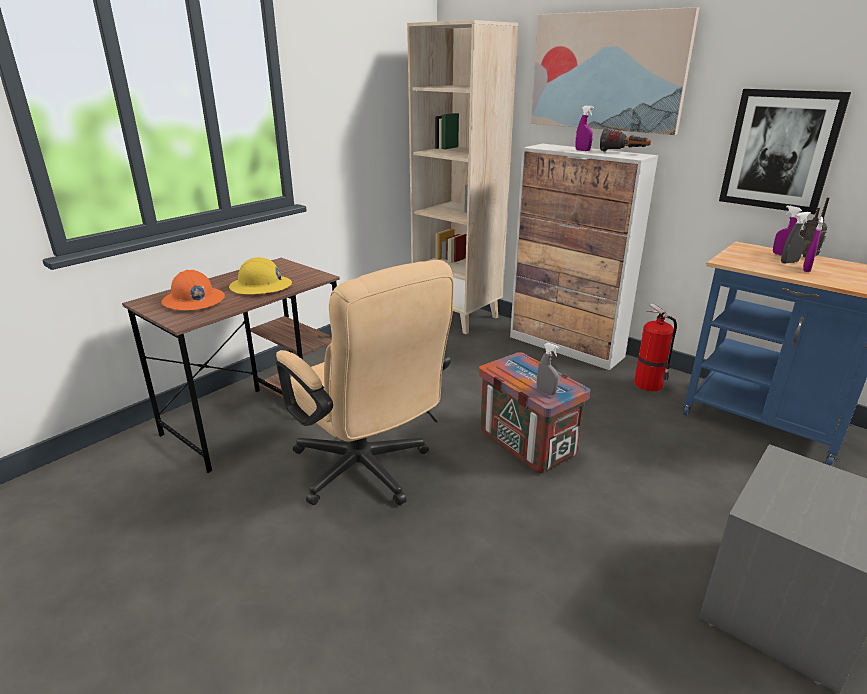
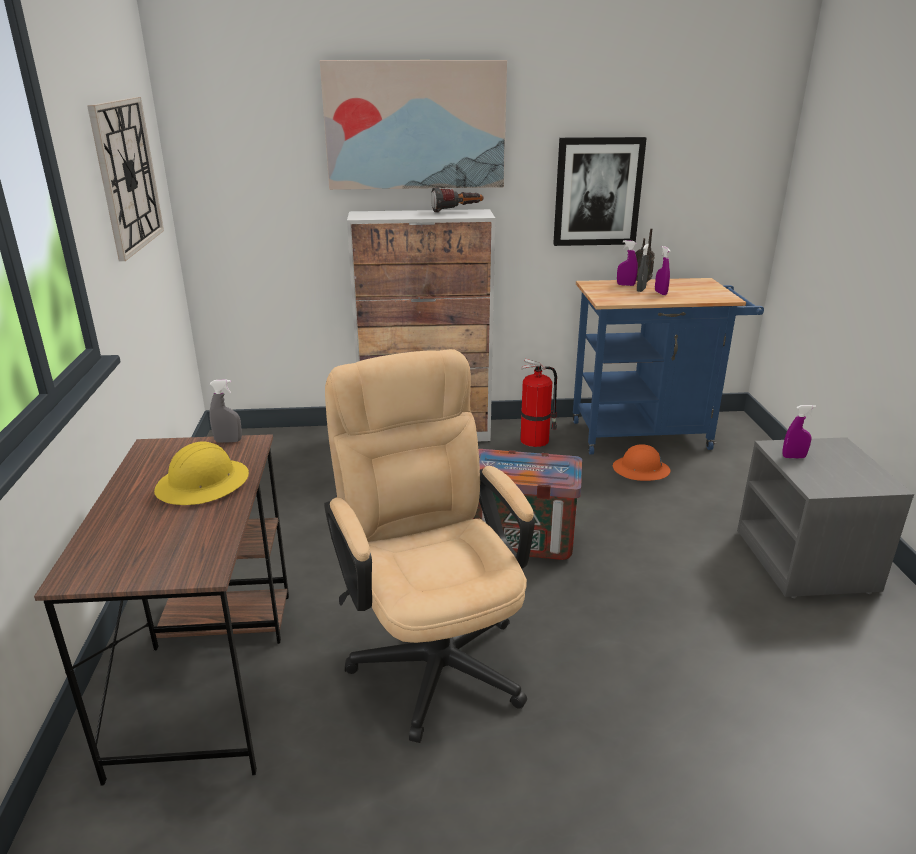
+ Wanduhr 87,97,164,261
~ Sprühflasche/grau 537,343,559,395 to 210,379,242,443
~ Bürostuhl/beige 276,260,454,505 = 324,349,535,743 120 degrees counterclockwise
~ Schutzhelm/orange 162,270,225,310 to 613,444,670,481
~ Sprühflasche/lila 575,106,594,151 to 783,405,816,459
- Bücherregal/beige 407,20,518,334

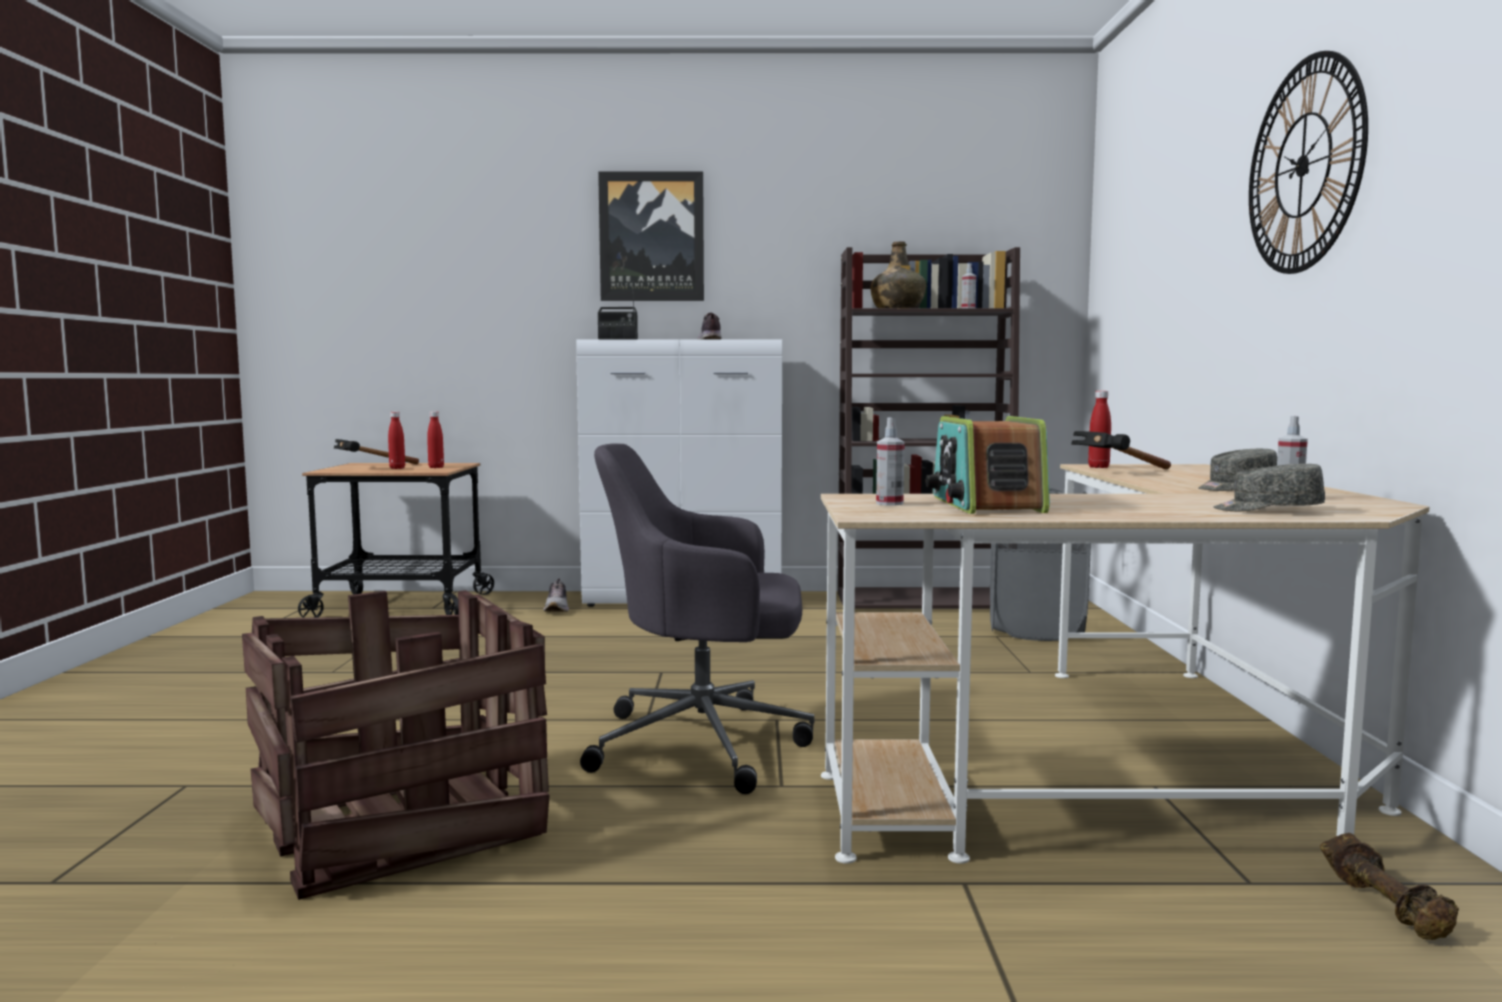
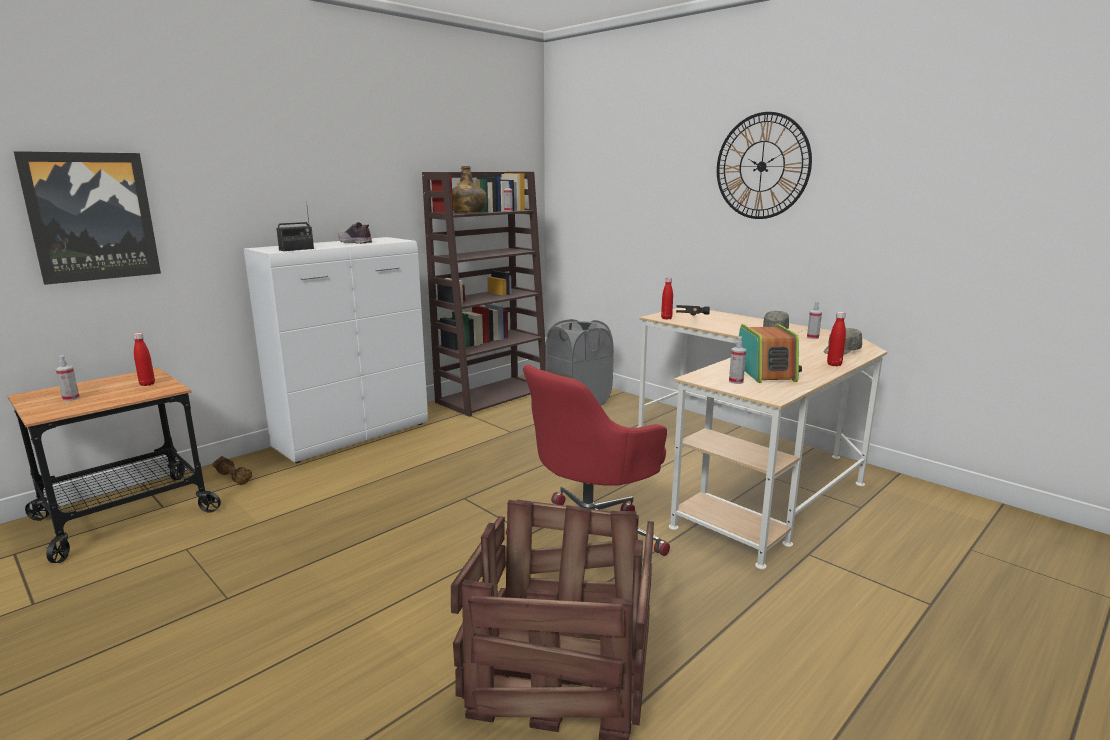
~ Bild 598,171,704,301 to 13,151,161,285
~ Hammer 334,439,419,464 to Sprühflasche 56,355,80,401
~ Hantel/braun 1320,833,1459,940 to 212,456,252,485
~ Bürostuhl/grau 580,443,814,794 to Bürostuhl/rot 506,365,670,556
~ Radio 926,416,1050,514 = 739,324,802,383 135 degrees counterclockwise
~ Flasche/rot 388,412,405,469 to 827,312,846,366
- Schuh 544,579,569,612

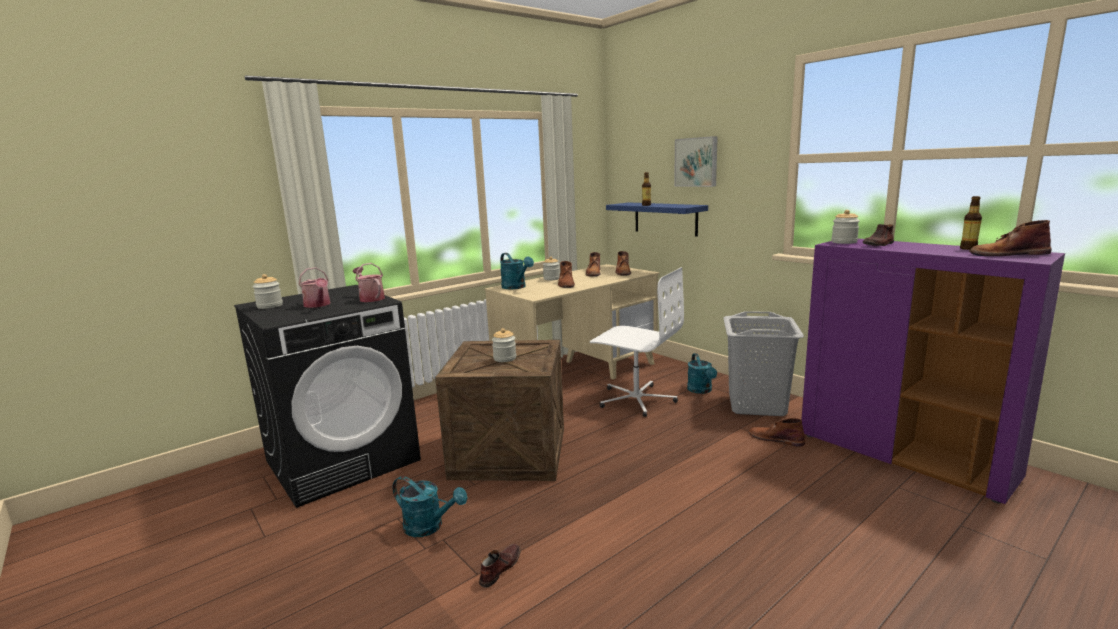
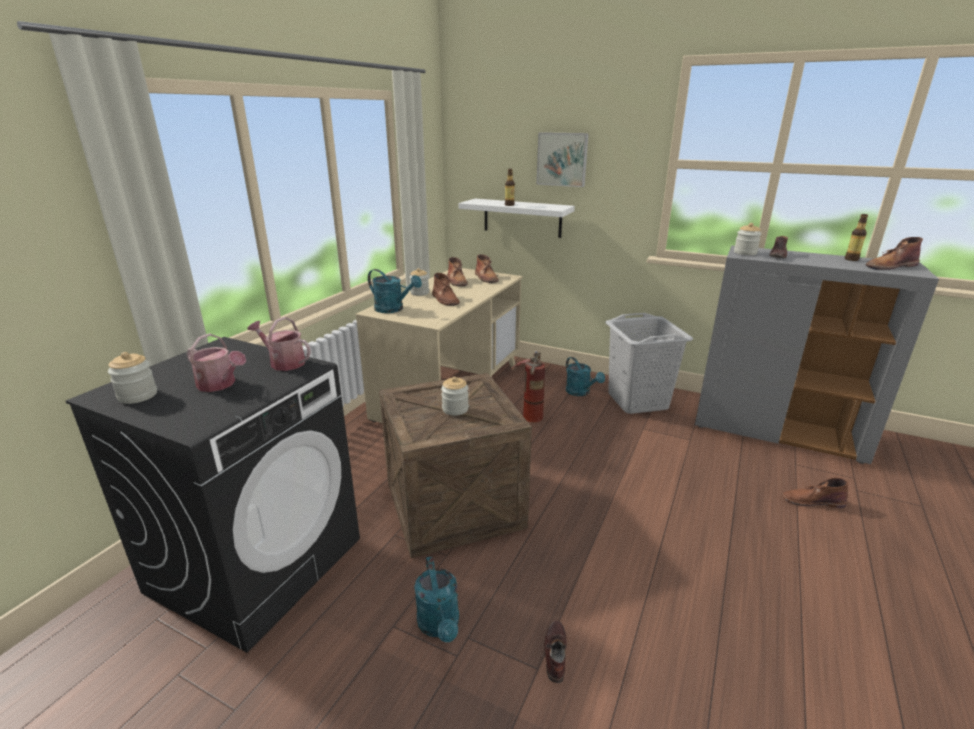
~ Gießkanne/türkis 393,476,467,537 = 414,556,459,642 75 degrees clockwise
~ Wandregal/blau 606,202,708,237 to Wandregal/weiß 458,199,575,238
~ Bürostuhl/weiß 590,267,684,417 to Feuerlöscher 511,351,545,422
~ Schrank/lila 801,239,1065,504 to Schrank/grau 695,245,939,464
~ Stiefel/braun 748,418,805,447 to 782,478,849,508

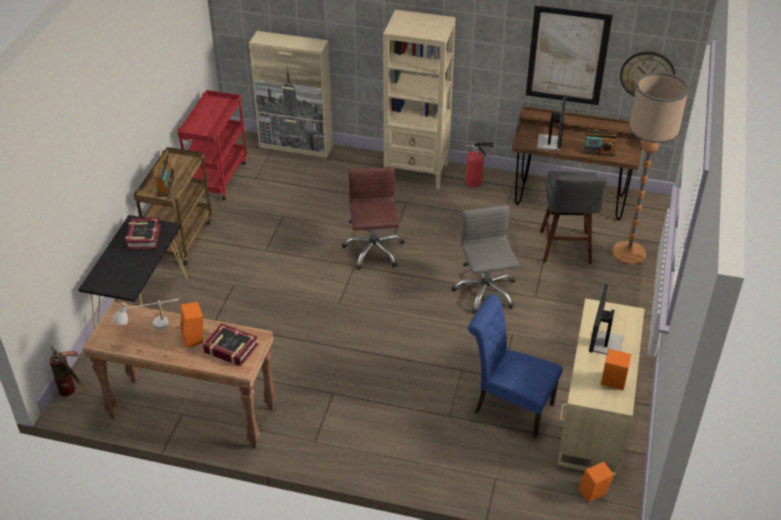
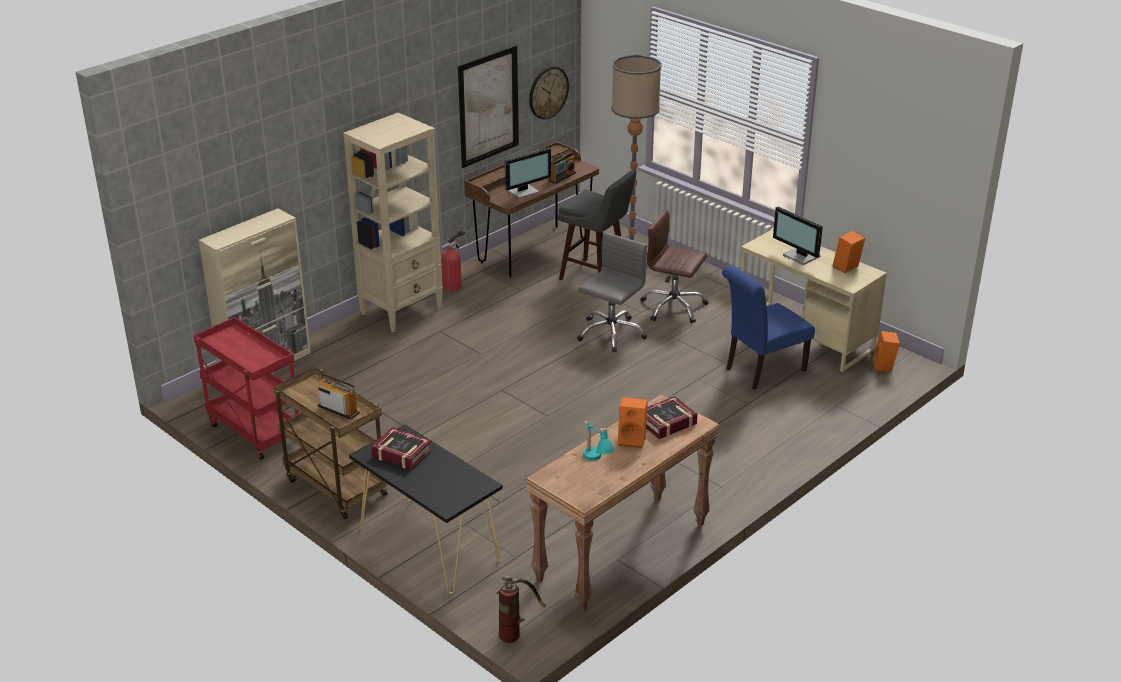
~ Monitor 537,95,567,151 = 505,148,551,199 105 degrees clockwise
~ Bürostuhl/grau 452,205,519,314 = 577,232,647,353 105 degrees clockwise
~ Tischlampe/weiß 112,299,179,329 to Tischlampe/türkis 583,421,614,461
~ Bürostuhl/braun 342,167,405,270 to 640,209,708,323

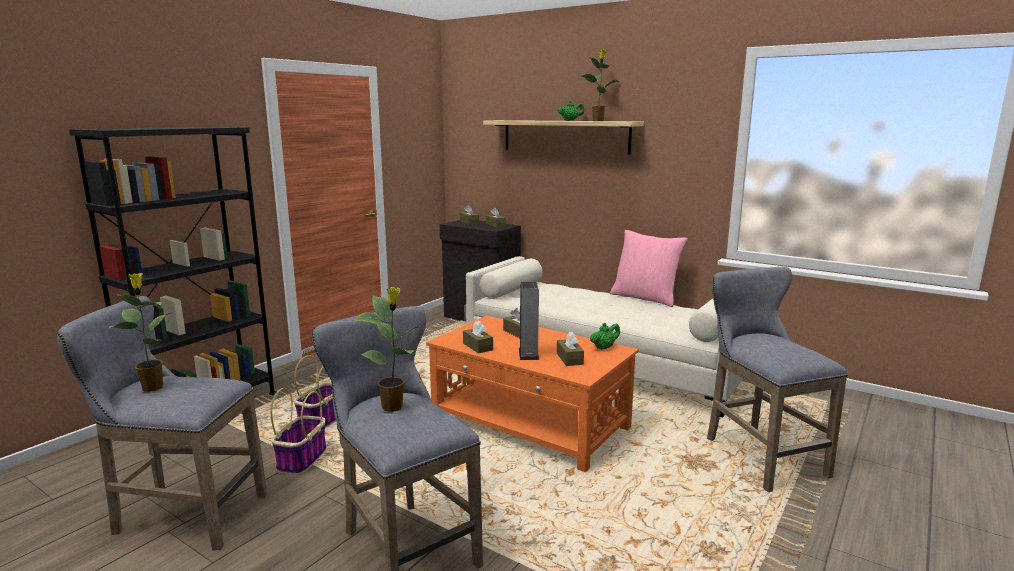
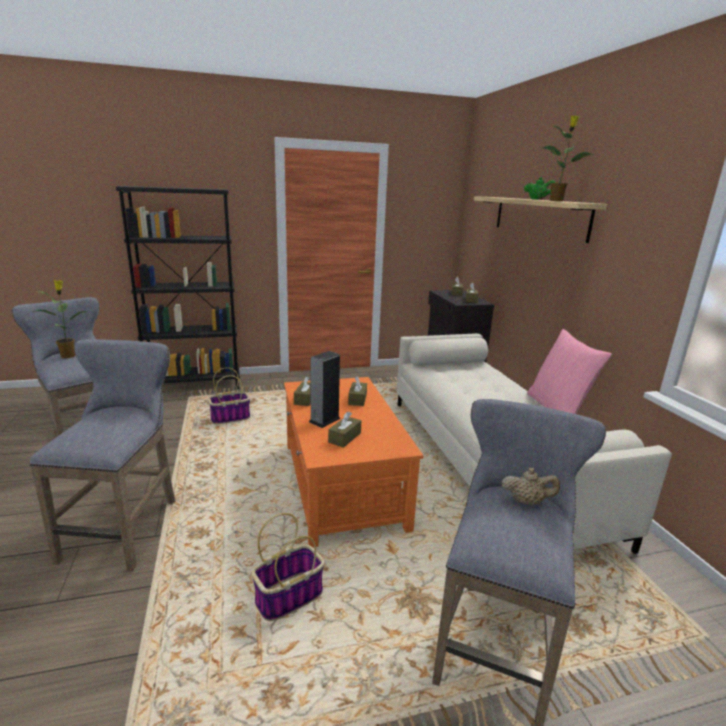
~ Korb 270,388,327,475 to 252,513,325,621
+ Teekanne/beige 502,468,560,505
- Topfpflanze 352,287,419,412
- Teekanne/grün 590,323,620,350

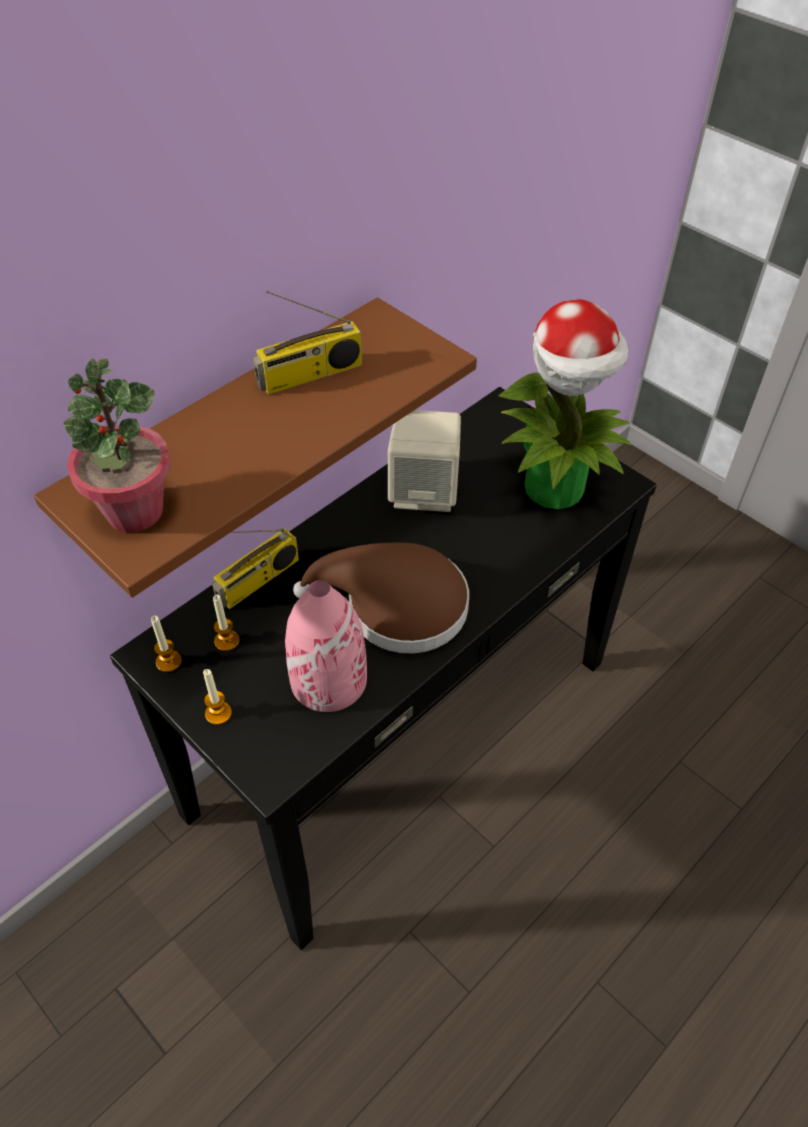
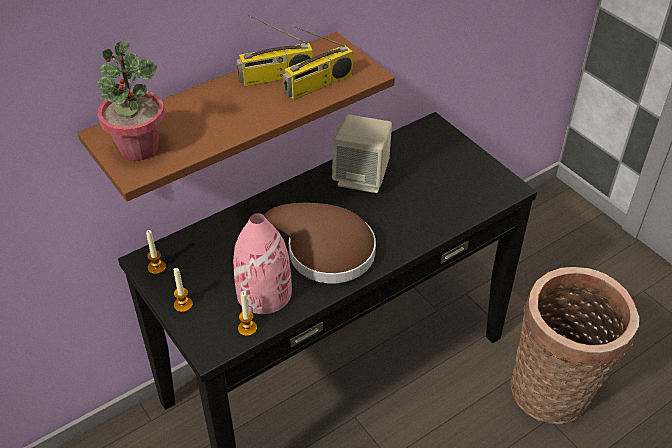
~ Kerze 213,594,239,651 to 238,291,257,336
~ Radio 212,528,299,609 to 283,26,353,100
+ Korb 510,267,639,424
- Topfpflanze 498,299,631,509

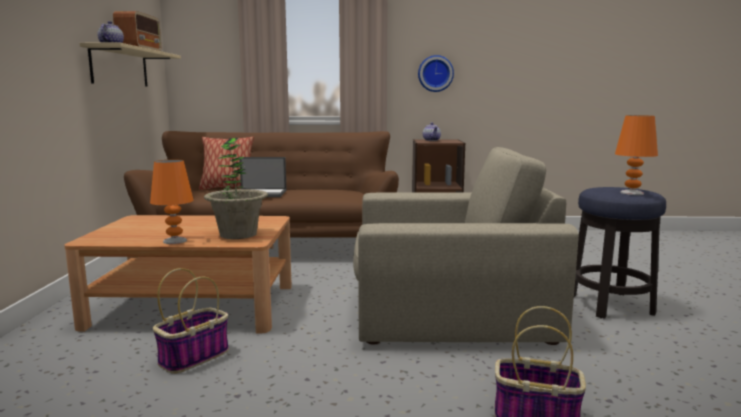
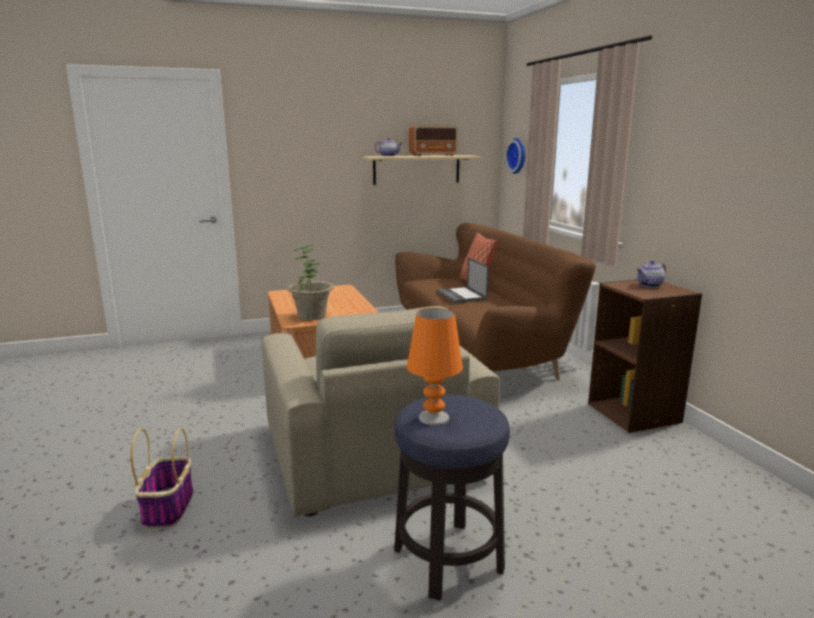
~ Wanduhr 418,55,454,92 to 505,138,525,174
- Tischlampe/orange 150,160,193,244
- Korb 153,268,229,374

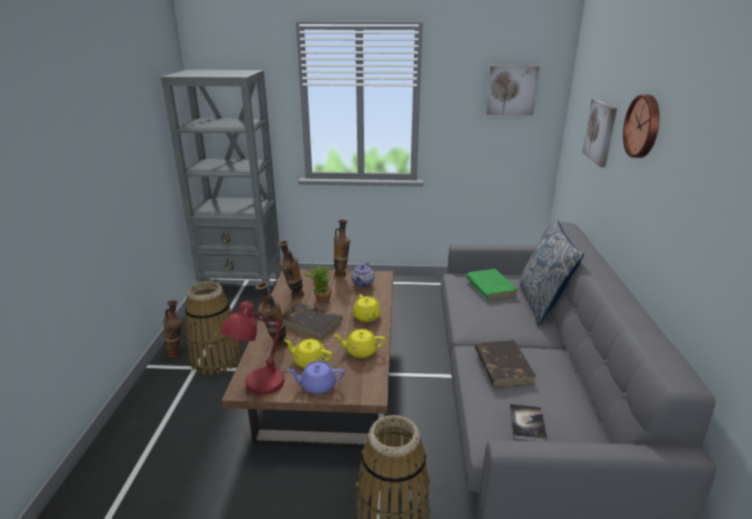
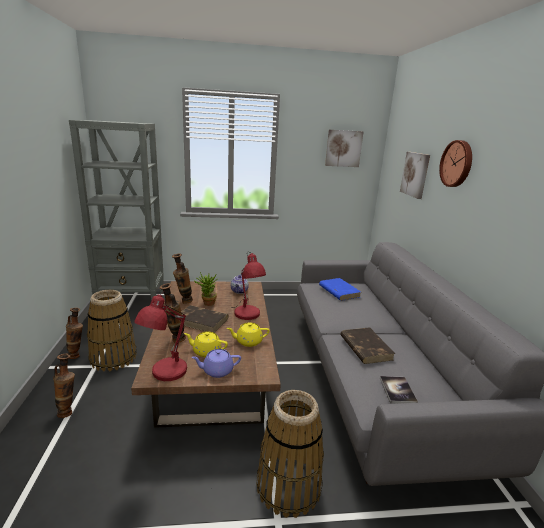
~ Vase 334,220,350,277 to 53,354,75,418
~ Teekanne/gelb 353,294,381,322 to Tischlampe/rot 232,253,266,320
~ Buch/grün 466,269,518,301 to Buch/blau 319,278,361,301
- Kissen 519,220,584,326

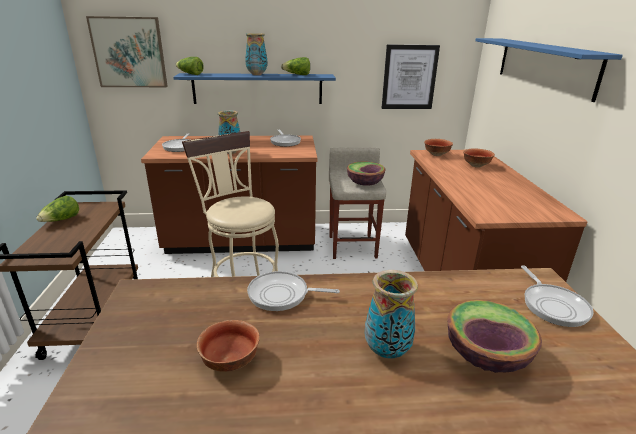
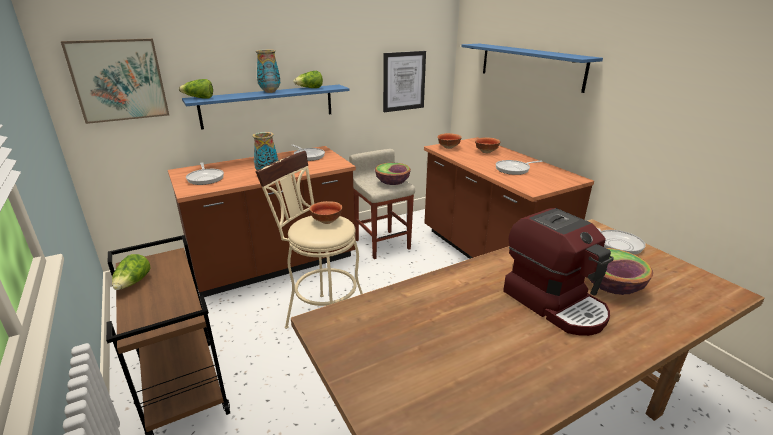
~ Schüssel 197,320,260,372 to 310,201,342,224
~ Pfanne 247,271,340,311 to 496,160,542,175
~ Vase 365,270,418,359 to Kaffeemaschine 503,208,614,336

